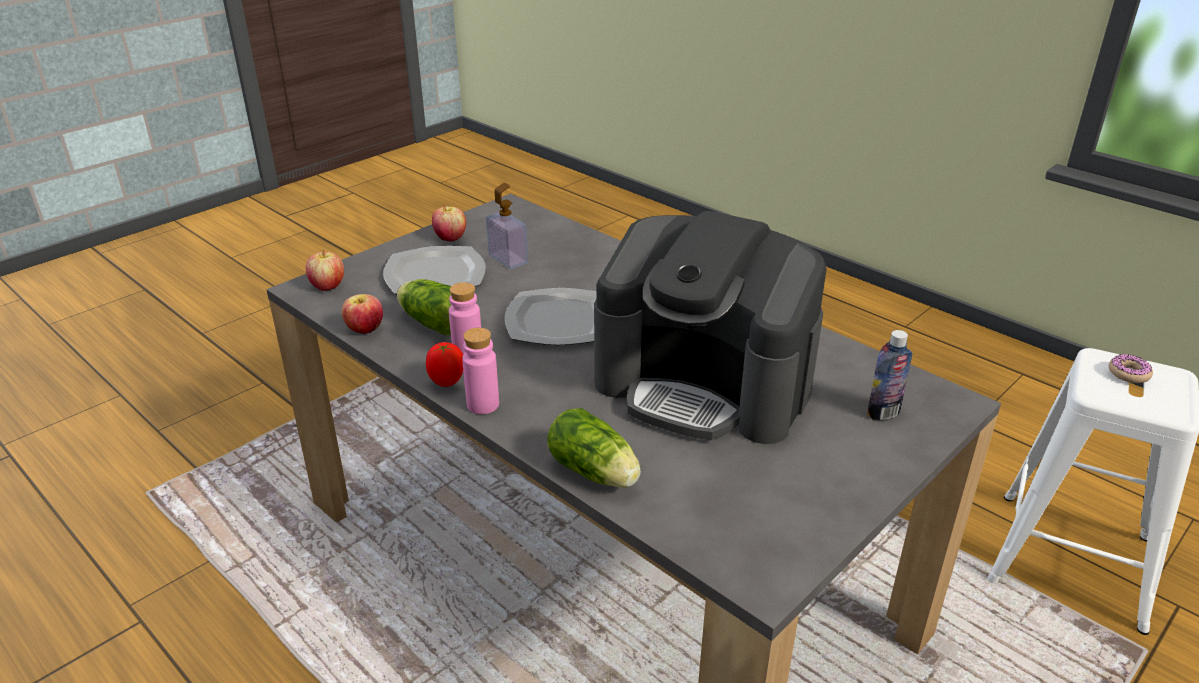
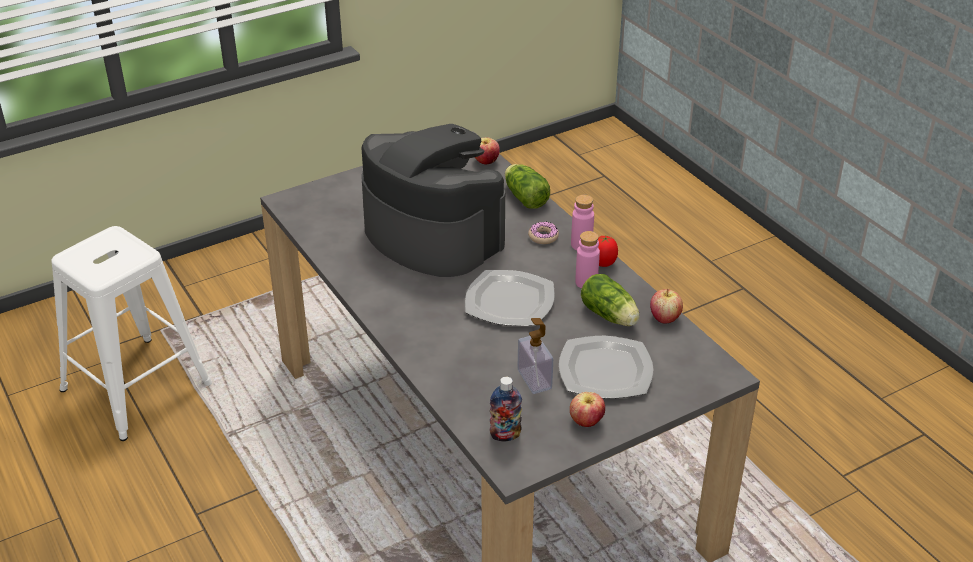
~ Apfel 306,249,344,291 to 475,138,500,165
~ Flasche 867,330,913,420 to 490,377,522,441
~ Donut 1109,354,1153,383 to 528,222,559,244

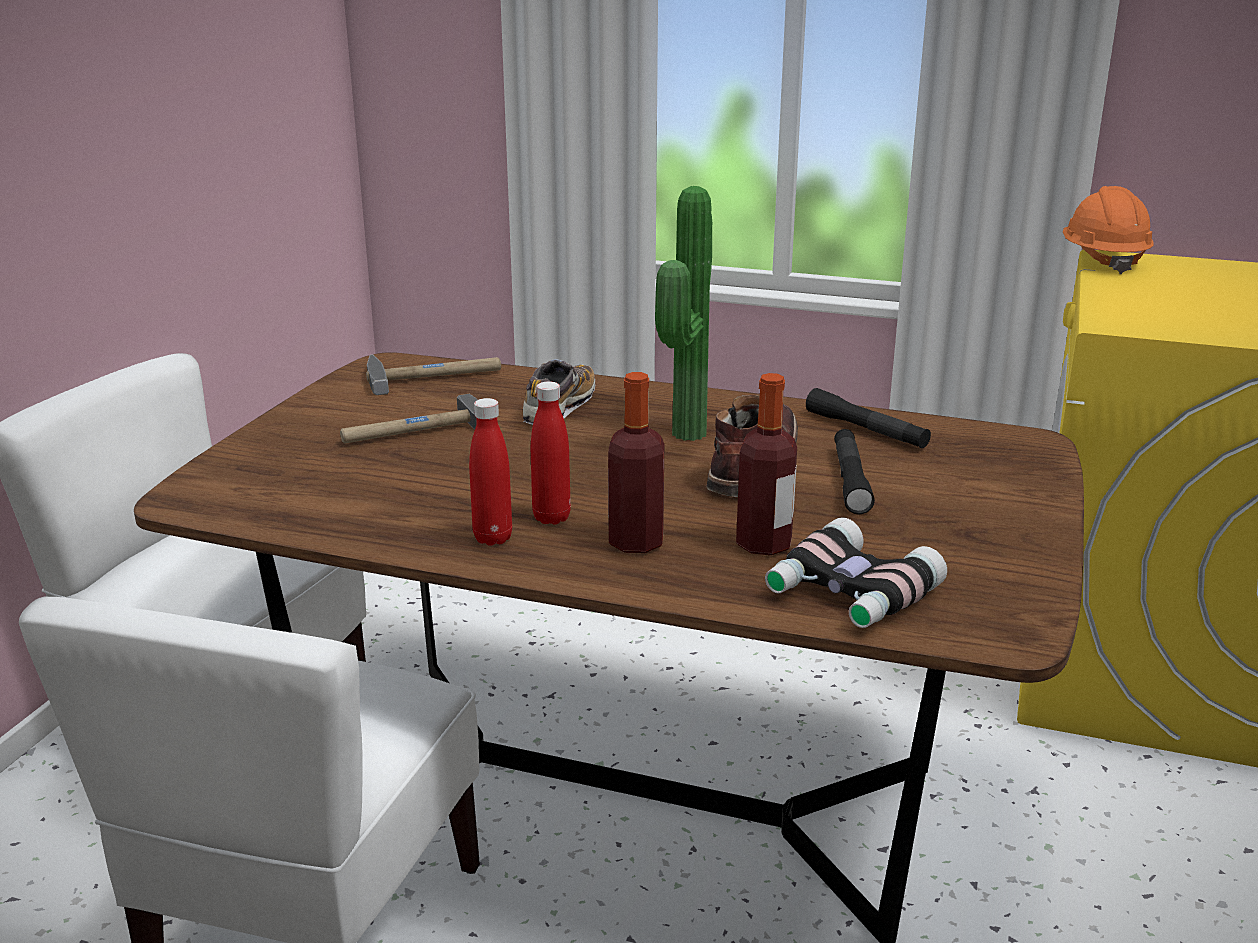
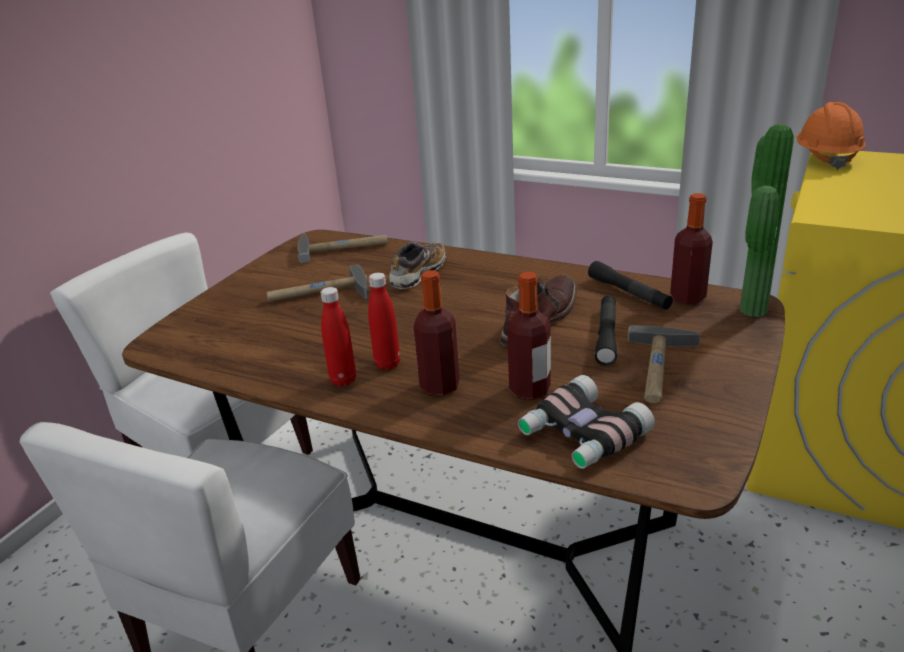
+ Hammer 628,325,701,404
+ Flasche 670,193,713,304
~ Topfpflanze 655,186,712,441 to 740,124,794,317

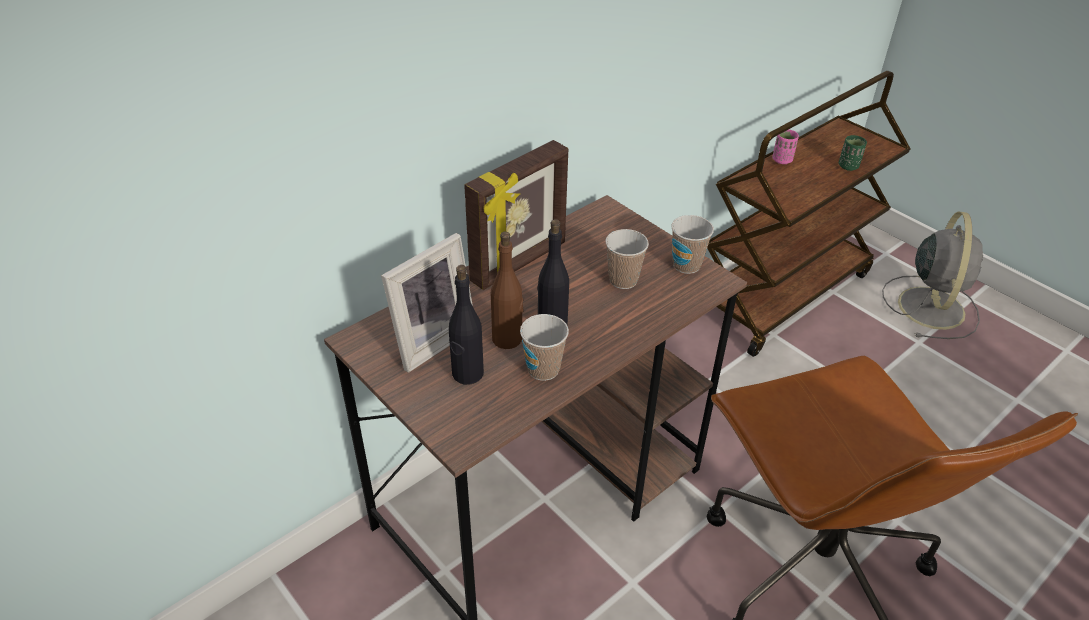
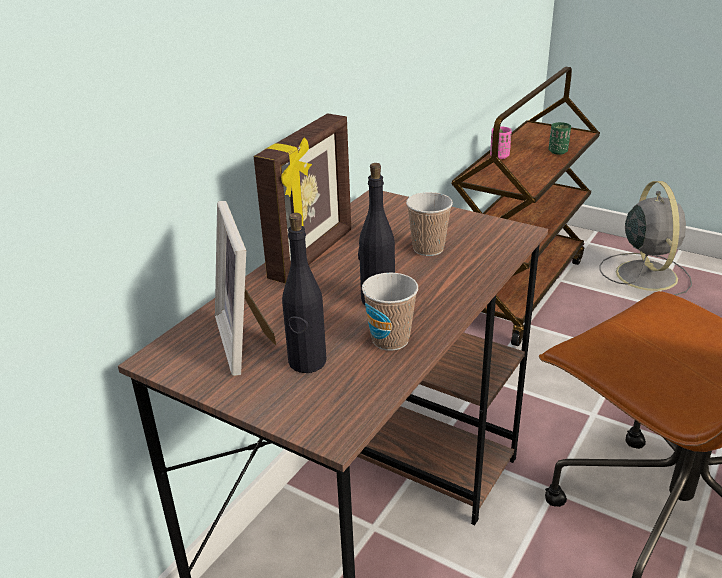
~ Bilderrahmen 381,233,473,373 = 215,201,276,376 135 degrees clockwise
- Flasche/braun 491,232,523,349
- Tasse 671,215,714,274

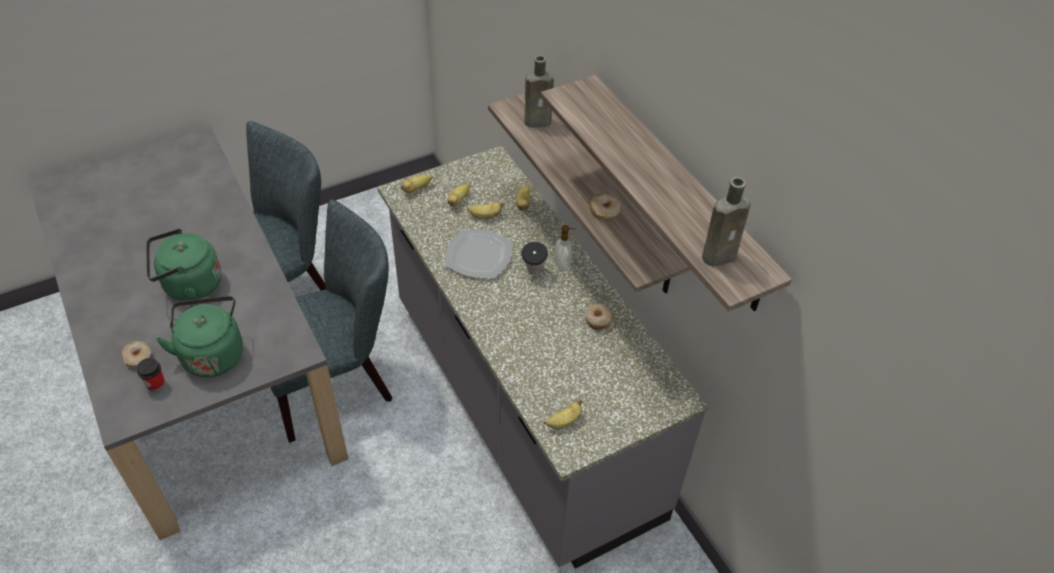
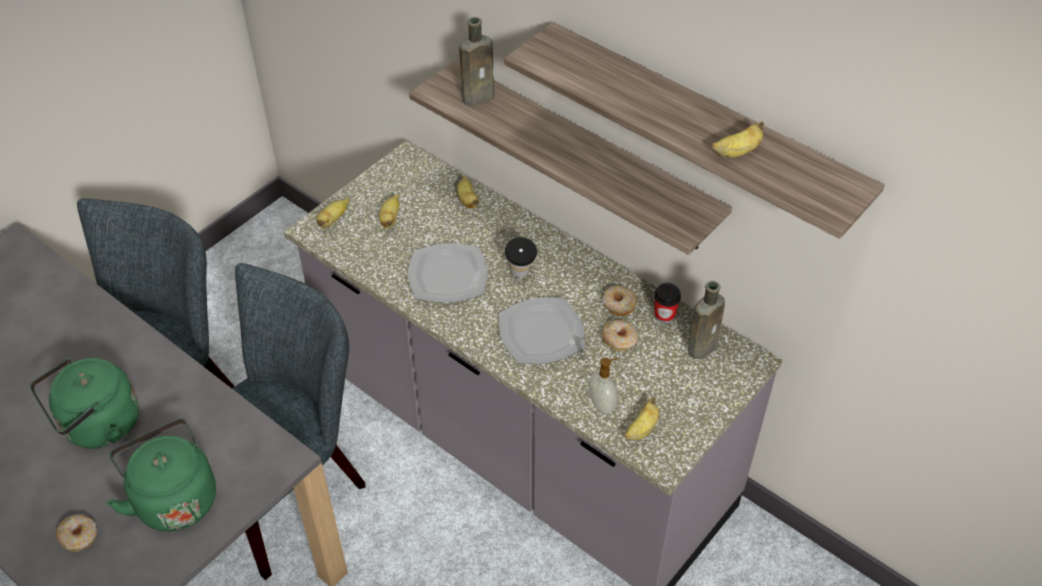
+ Teller 499,297,585,364
~ Seifenspender 555,225,576,271 to 588,358,618,415
~ Donut 589,193,621,221 to 602,319,638,351
~ Tasse 137,358,165,392 to 654,283,681,324
~ Flasche/braun 702,177,751,267 to 688,281,725,359
~ Banane 467,202,504,219 to 712,121,764,158

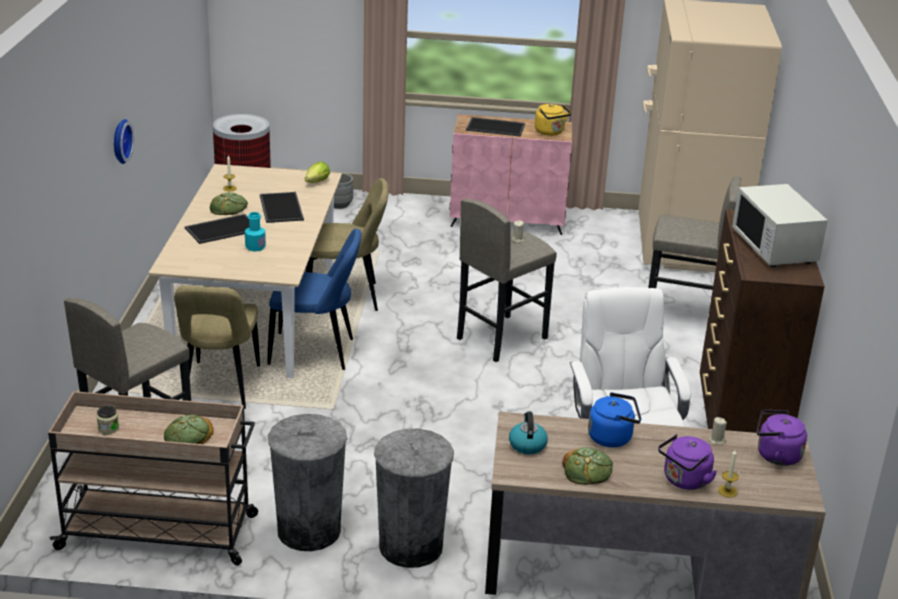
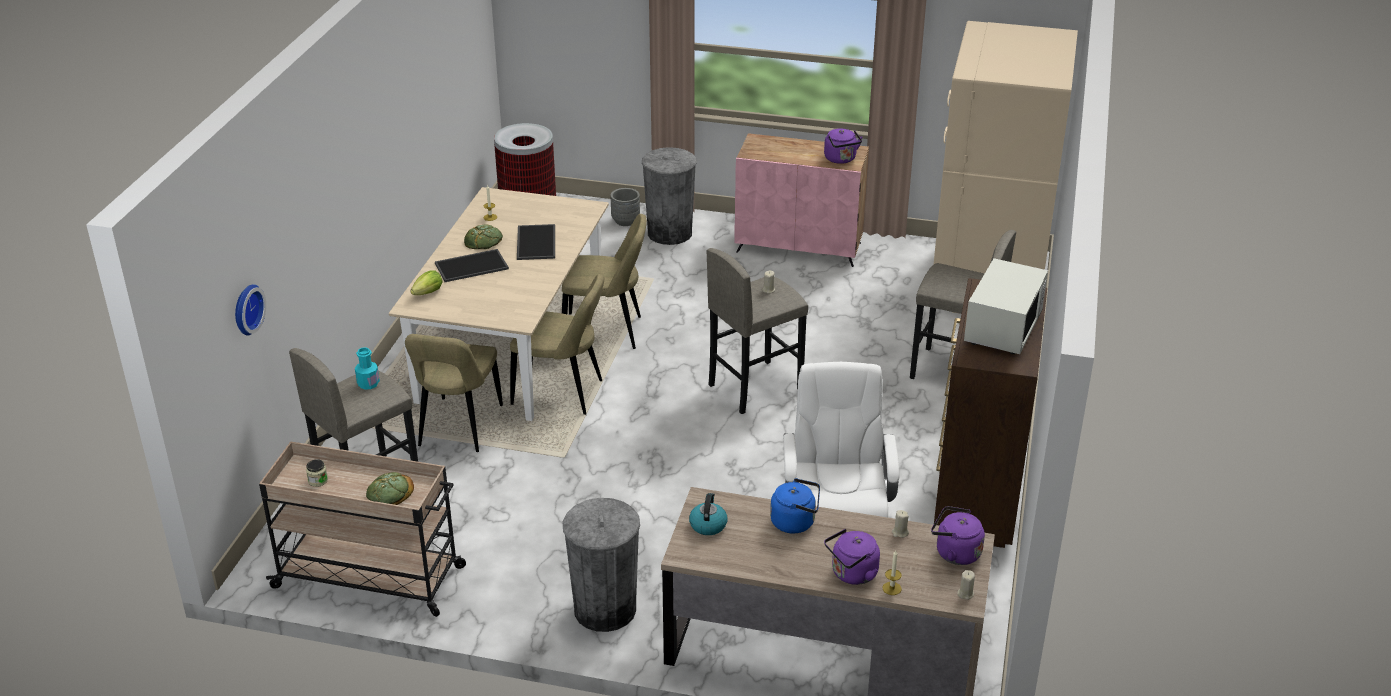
~ Wanduhr 114,119,134,164 to 235,284,266,336
~ Flasche/türkis 245,212,266,252 to 355,347,380,390
~ Salatkopf 305,161,330,183 to 410,270,442,295
~ Stuhl/blau 268,229,361,370 to Stuhl/beige 510,274,604,415
~ Mülleimer/grau 268,414,347,551 to 642,147,697,245
~ Wasserkessel/gelb 535,104,571,136 to Wasserkessel/lila 824,129,862,164
+ Kerze/beige 957,570,975,600
~ Mikrowelle/weiß 732,184,828,267 = 964,258,1048,354 150 degrees counterclockwise
- Tablett 466,117,525,137
- Brot 562,447,613,485

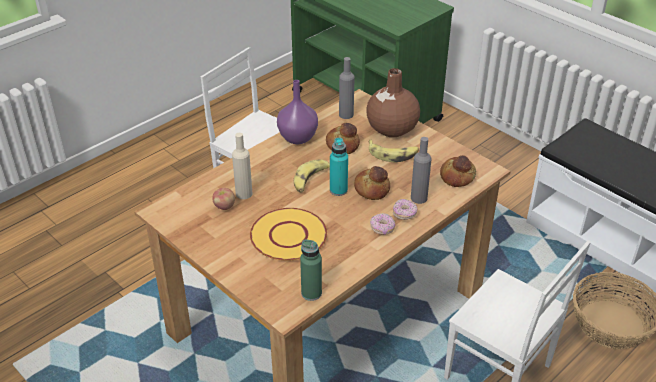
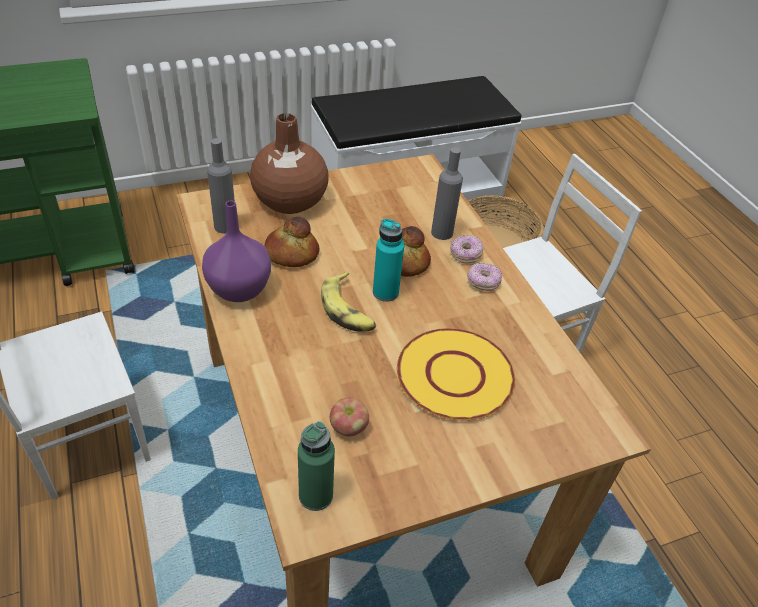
~ Flasche/grün 300,239,322,301 to 298,421,335,511
- Flasche/beige 232,133,252,199
- Banane 368,140,419,163
- Brot 440,155,476,187

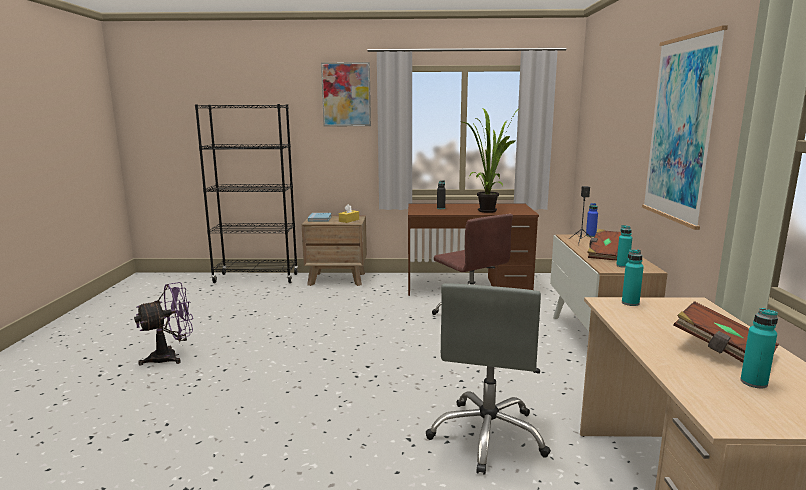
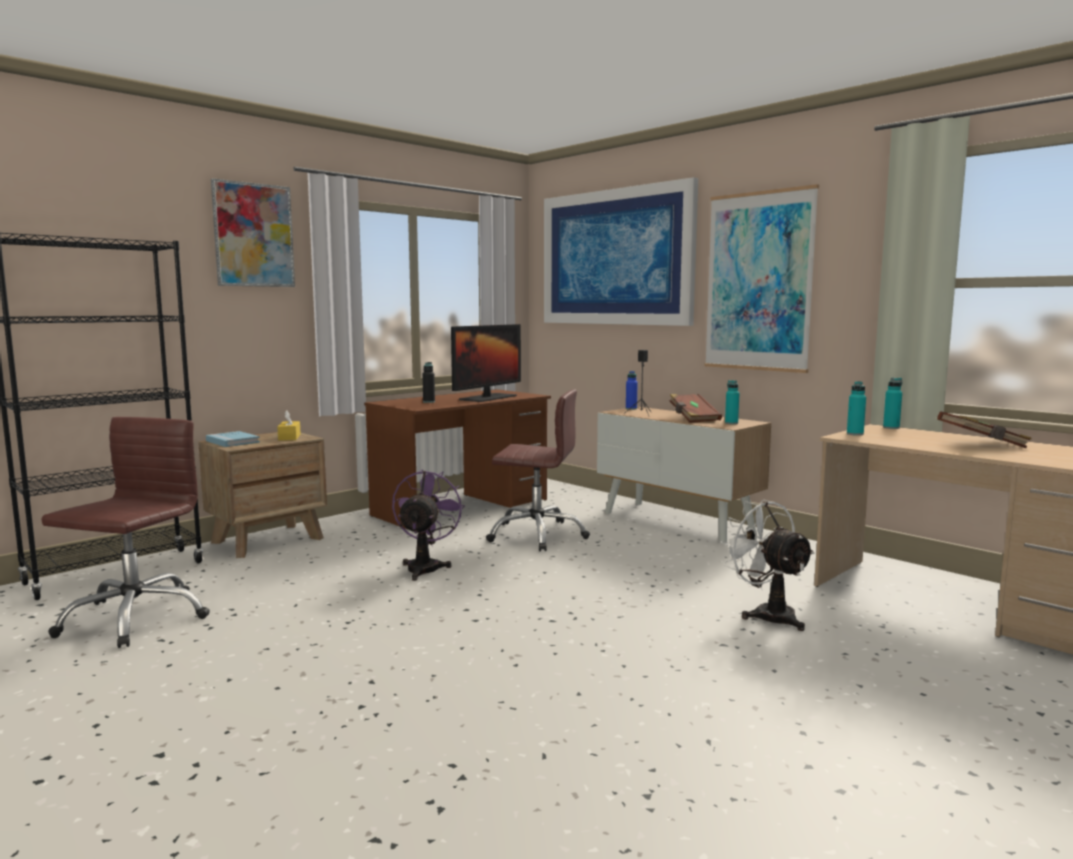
+ Bürostuhl/braun 41,417,210,648
~ Ventilator/lila 134,282,193,366 to 392,469,465,581
~ Topfpflanze 462,108,518,213 to Monitor 451,324,521,402
+ Bild 544,177,698,326
~ Bürostuhl/grau 426,283,551,475 to Ventilator/weiß 720,500,815,631
~ Flasche/türkis 740,308,778,388 to 883,377,902,429

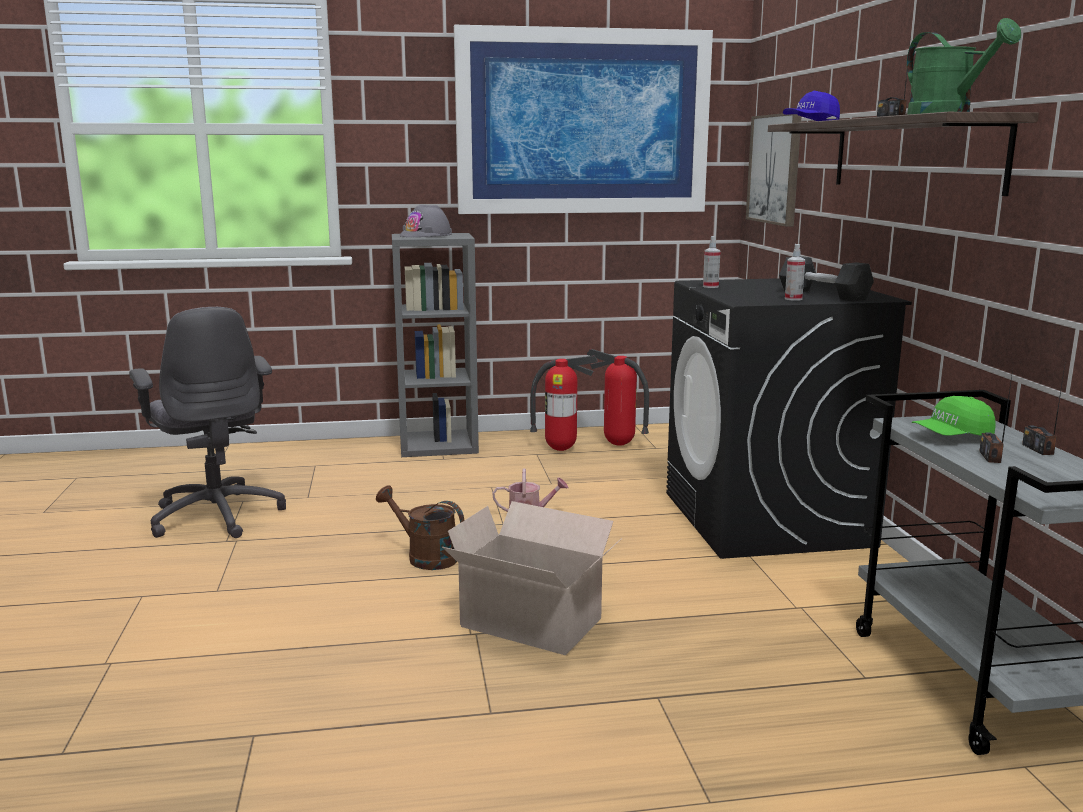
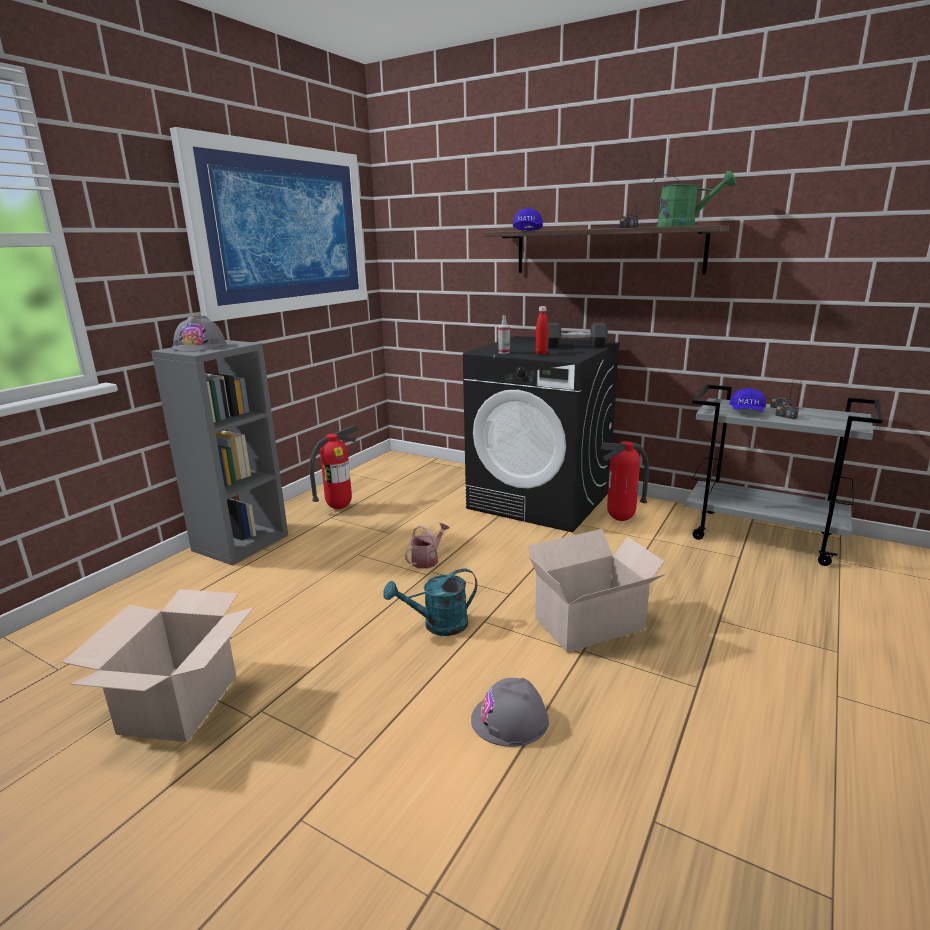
~ Bürostuhl/grau 129,307,286,538 to Karton 62,589,254,742
~ Gießkanne/braun 376,486,464,570 to Gießkanne/türkis 383,568,477,636
+ Schutzhelm/grau 471,678,549,747
+ Flasche/rot 536,306,549,355
~ Feuerlöscher 586,349,649,446 to 600,441,649,521
~ Kappe/grün 912,396,996,436 to Kappe/blau 729,388,766,411
- Bild 746,113,802,227
- Sprühflasche 785,244,805,301

